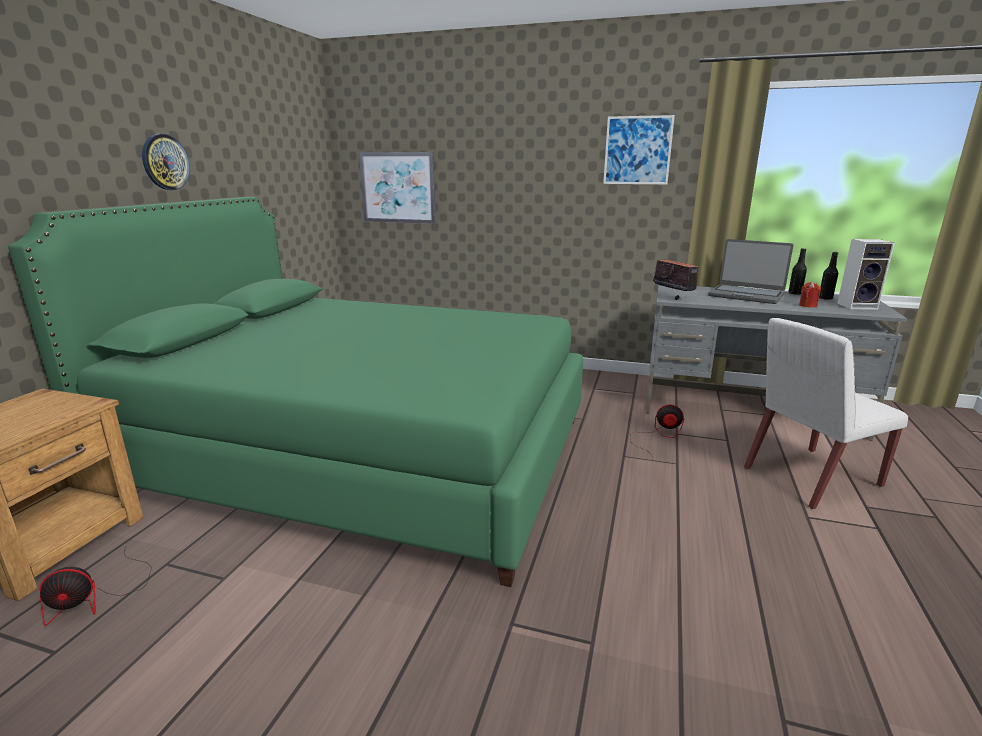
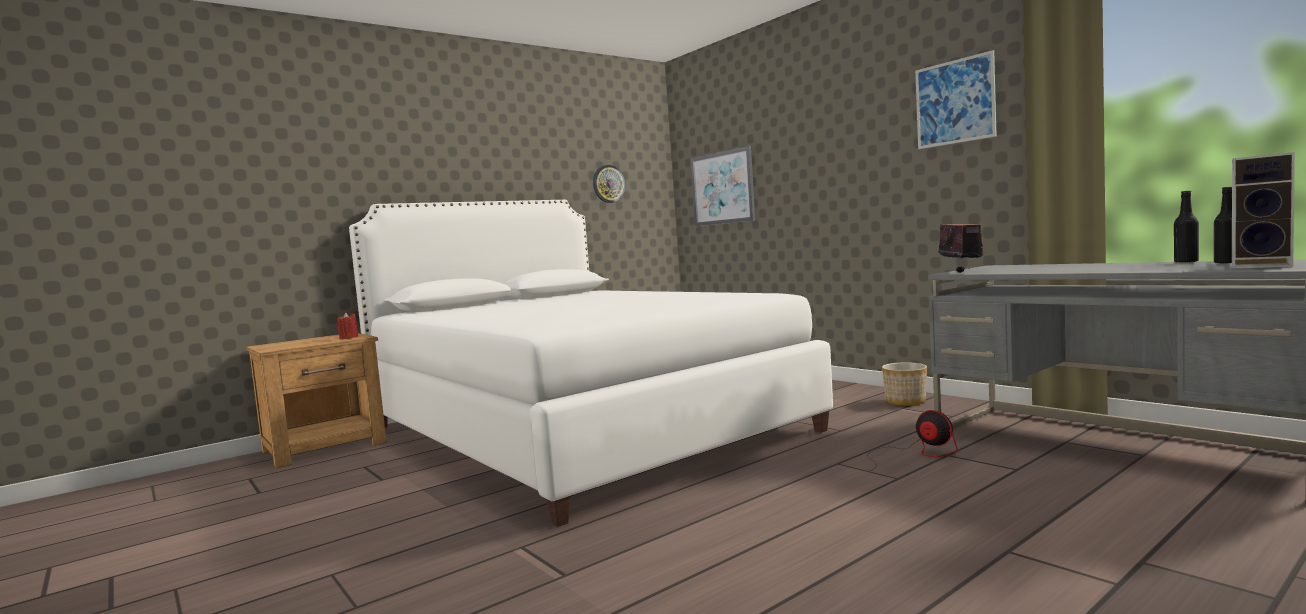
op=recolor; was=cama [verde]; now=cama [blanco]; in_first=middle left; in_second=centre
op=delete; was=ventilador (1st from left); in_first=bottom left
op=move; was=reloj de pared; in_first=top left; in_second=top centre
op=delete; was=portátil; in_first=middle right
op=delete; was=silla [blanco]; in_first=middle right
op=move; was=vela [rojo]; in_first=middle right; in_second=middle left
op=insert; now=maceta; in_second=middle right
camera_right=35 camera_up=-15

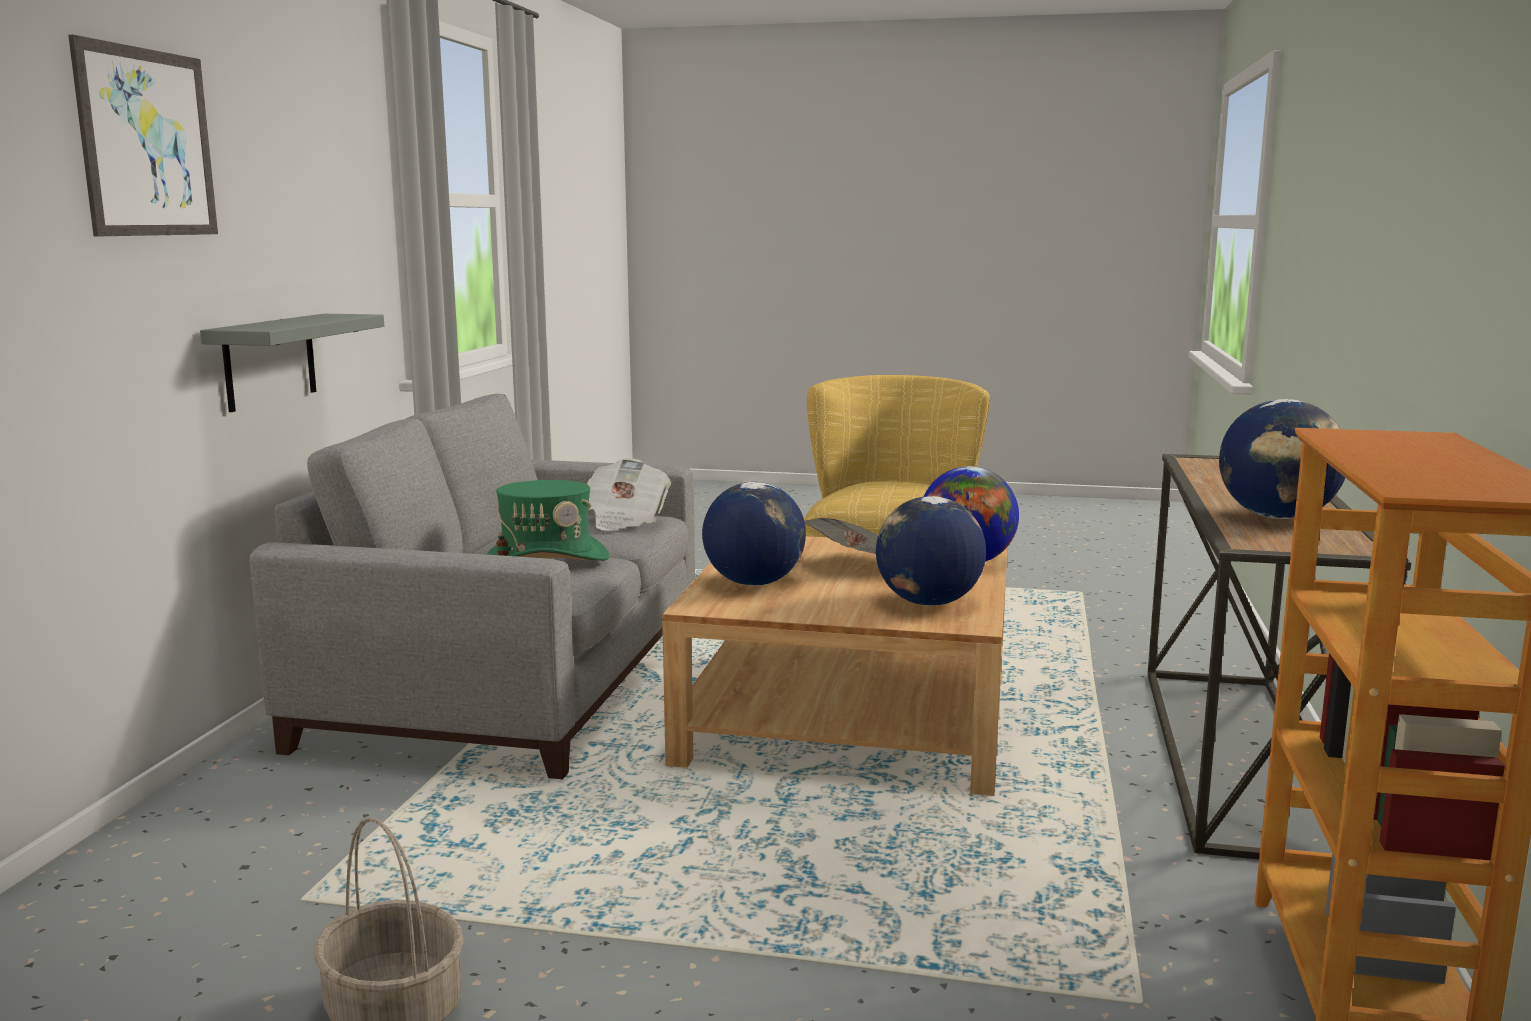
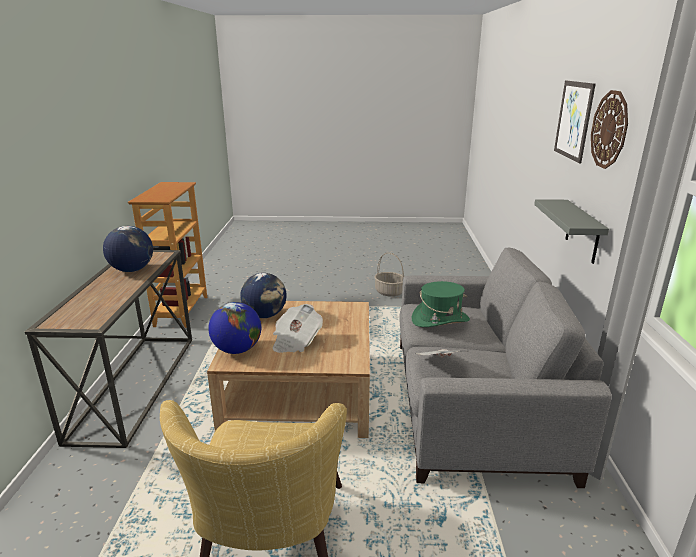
op=delete; was=globo terráqueo (1st from left); in_first=centre
op=insert; now=reloj de pared; in_second=top right
camera_right=170 camera_up=10

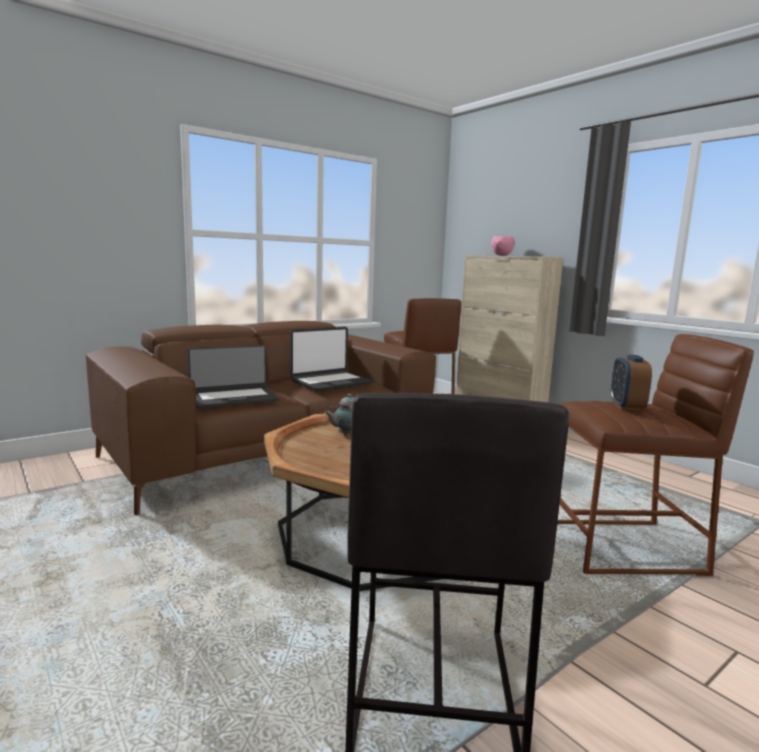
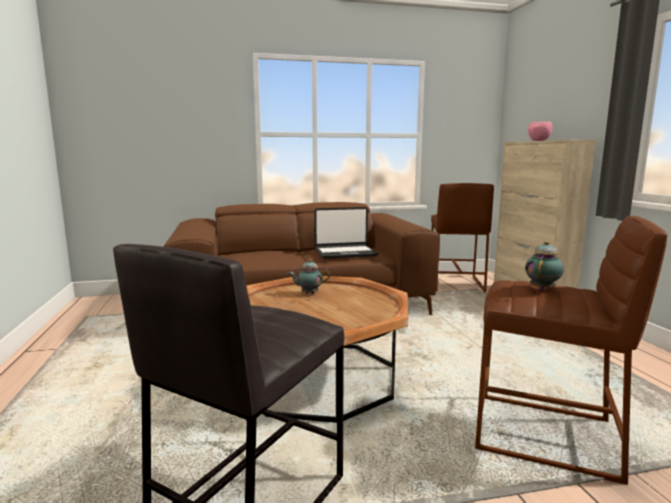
op=delete; was=portátil (1st from left); in_first=middle left
op=replace; was=despertador; now=tetera (2nd from left); in_first=middle right; in_second=middle right
camera_right=25 camera_up=0

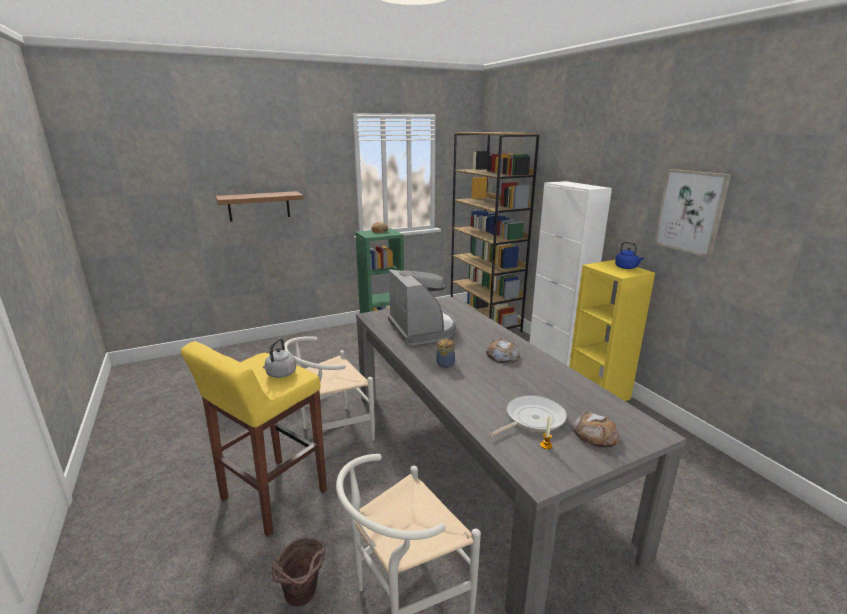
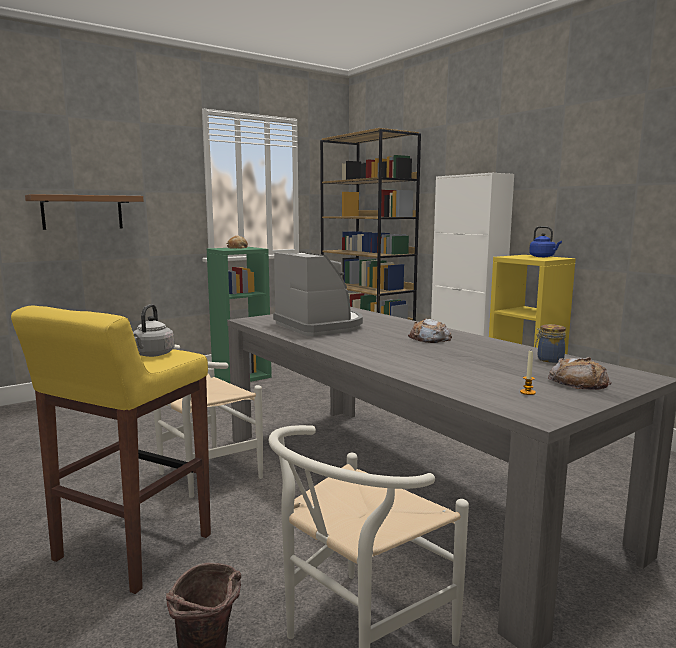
op=move; was=tarro; in_first=centre; in_second=middle right
op=delete; was=sartén; in_first=bottom centre
op=delete; was=cuadro; in_first=middle right
camera_right=-10 camera_up=-10

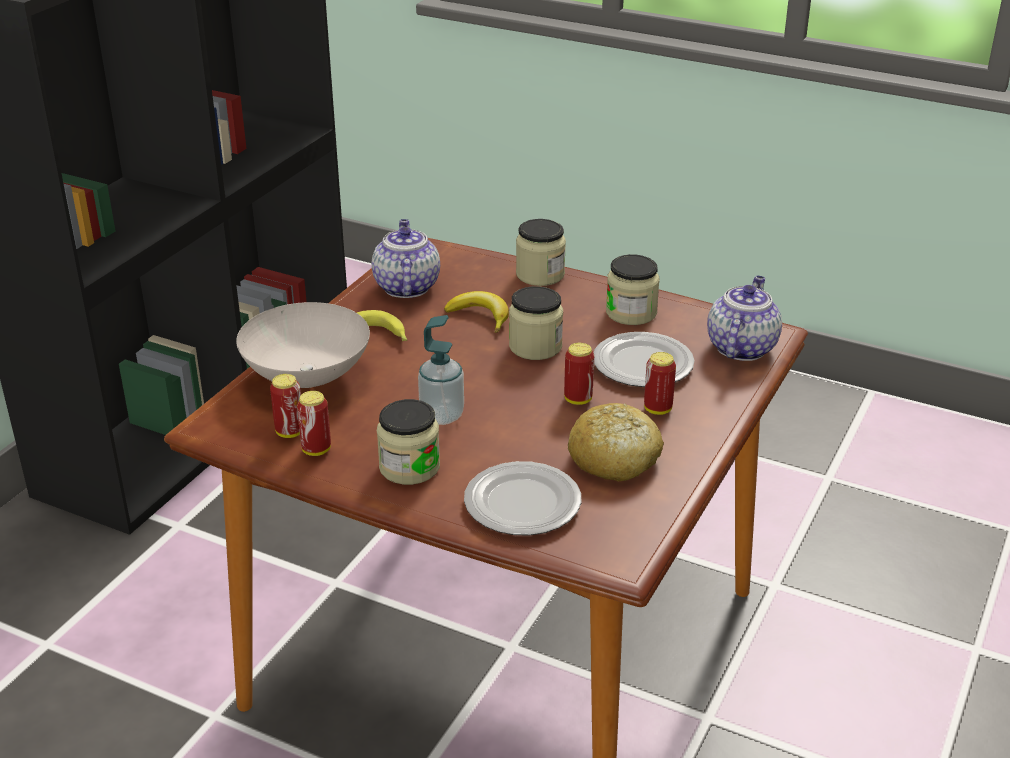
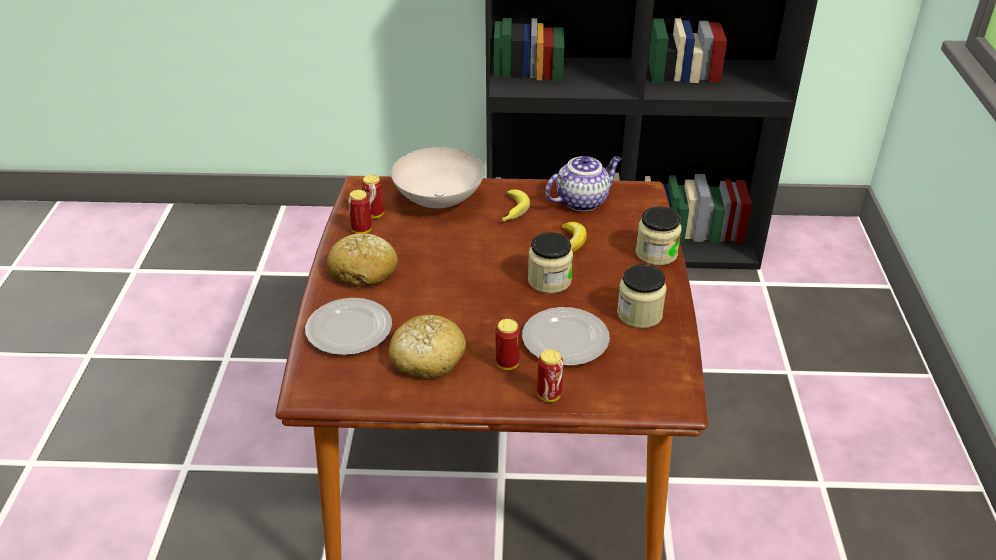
op=replace; was=tarro (1st from left); now=pan (1st from left); in_first=centre; in_second=centre
op=delete; was=dispensador de jabón; in_first=centre
op=move; was=lata (3rd from left in the first image); now=lata (4th from left); in_first=centre; in_second=bottom centre
op=delete; was=tetera (2nd from left); in_first=middle right
camera_right=65 camera_up=5

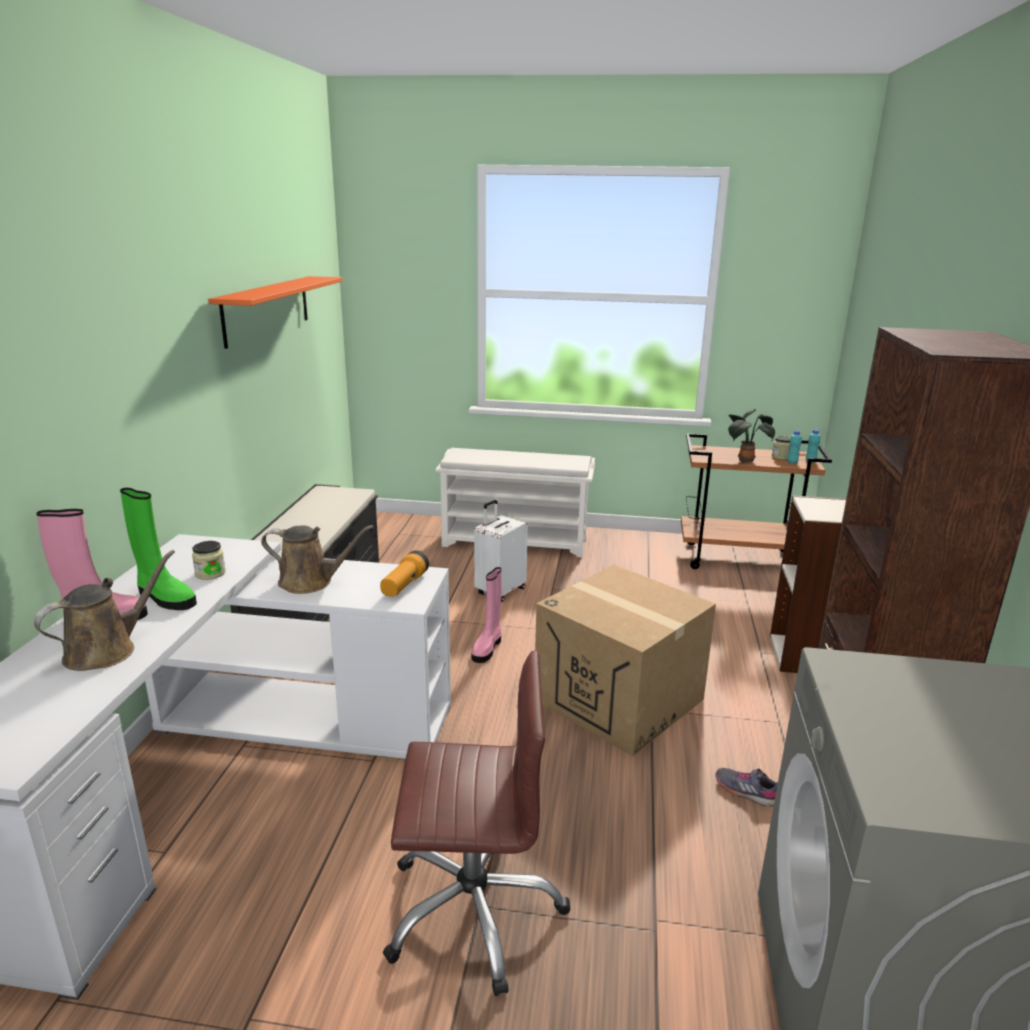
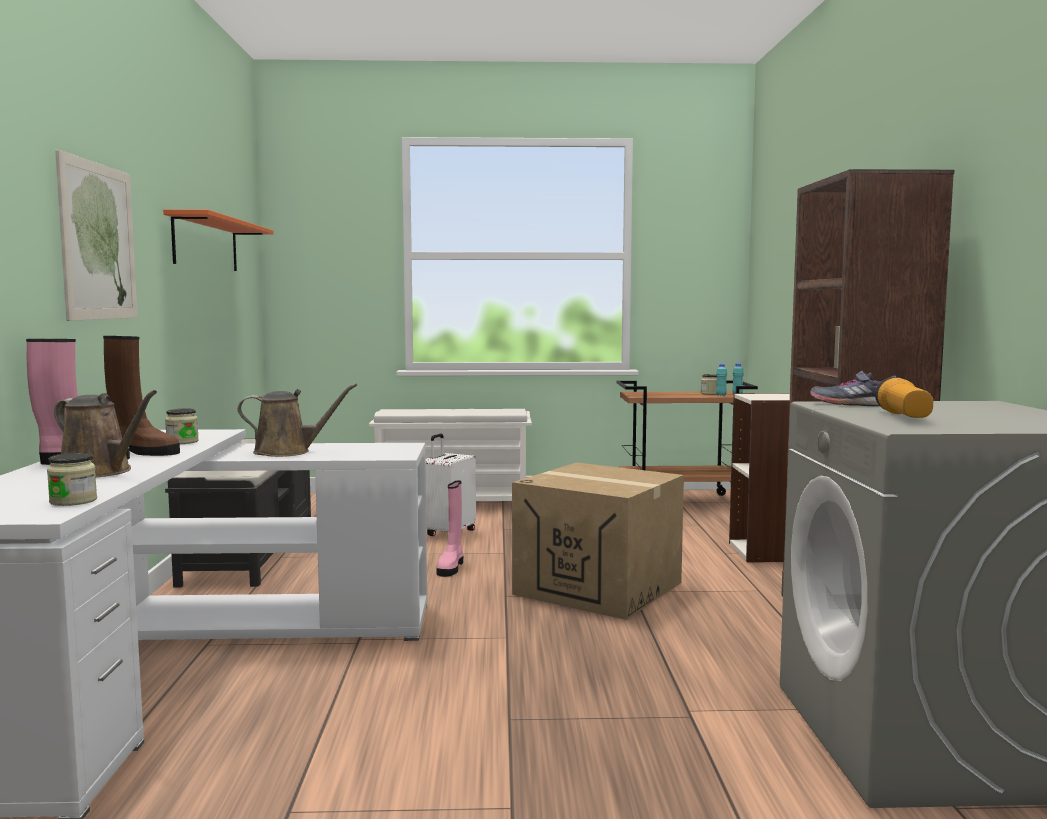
op=rotate; was=regadera [marrón] (1st from left); in_first=middle left; in_second=middle left; clockwise=90
op=recolor; was=bota [verde]; now=bota [marrón]; in_first=middle left; in_second=middle left
op=move; was=linterna; in_first=centre; in_second=middle right
op=delete; was=silla de oficina [marrón]; in_first=bottom centre
op=move; was=zapato [gris]; in_first=bottom right; in_second=middle right
op=delete; was=planta en maceta; in_first=middle right
op=insert; now=tarro (1st from left); in_second=middle left
op=insert; now=cuadro; in_second=top left
camera_right=-10 camera_up=-15

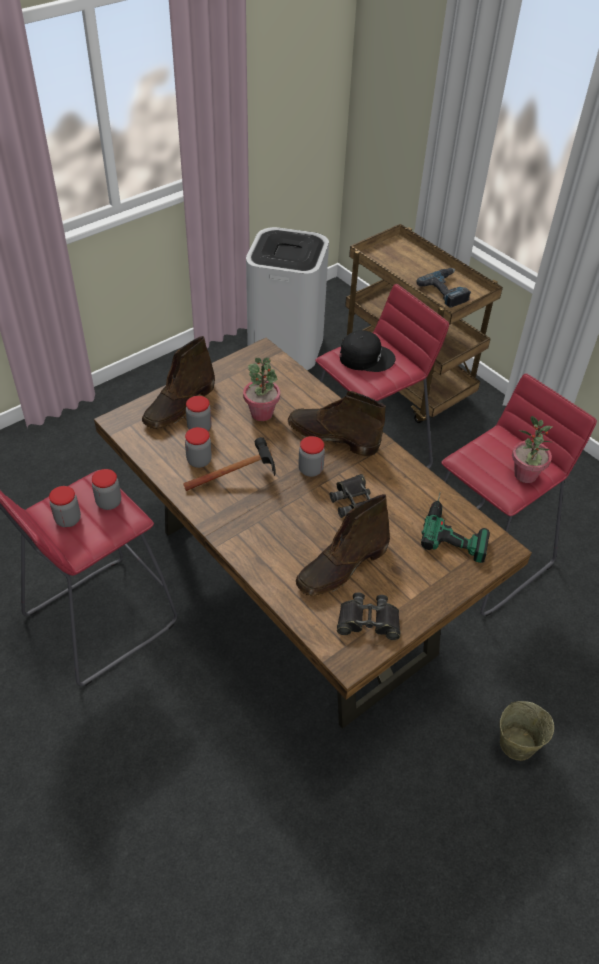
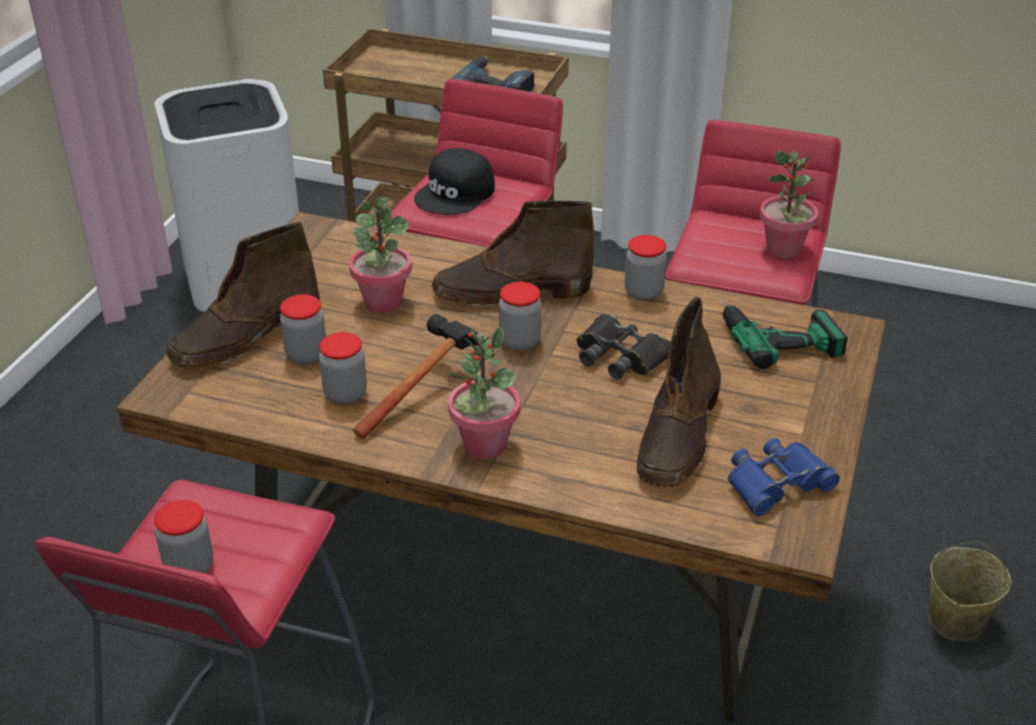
op=move; was=tarro (2nd from left in the first image); now=tarro (5th from left); in_first=middle left; in_second=centre
op=rotate; was=bota [marrón] (1st from left); in_first=middle left; in_second=middle left; clockwise=45
op=recolor; was=prismáticos [negro] (2nd from left); now=prismáticos [azul]; in_first=centre; in_second=middle right
op=rotate; was=gorra [negro]; in_first=centre; in_second=top centre; clockwise=150
op=insert; now=planta en maceta (2nd from left); in_second=centre
camera_right=-30 camera_up=-10

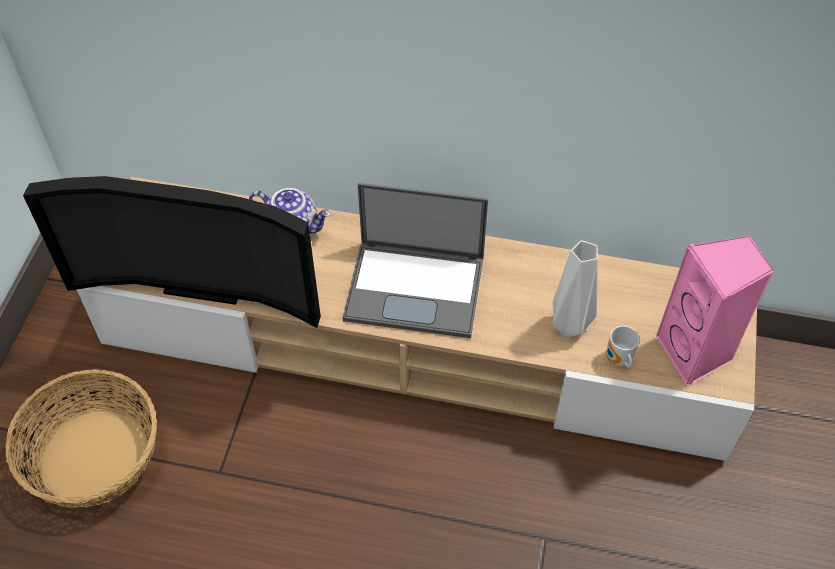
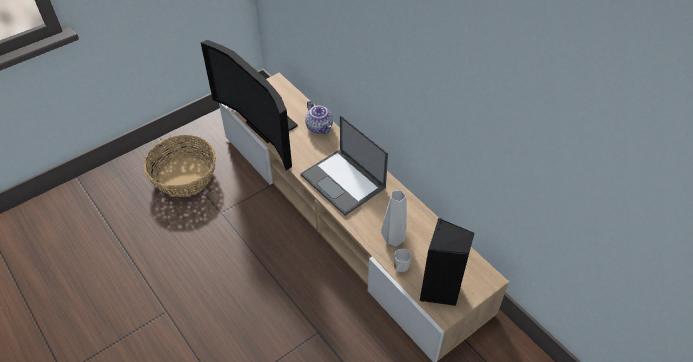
op=recolor; was=altavoz [rosa]; now=altavoz [negro]; in_first=middle right; in_second=bottom centre
camera_right=40 camera_up=-5

